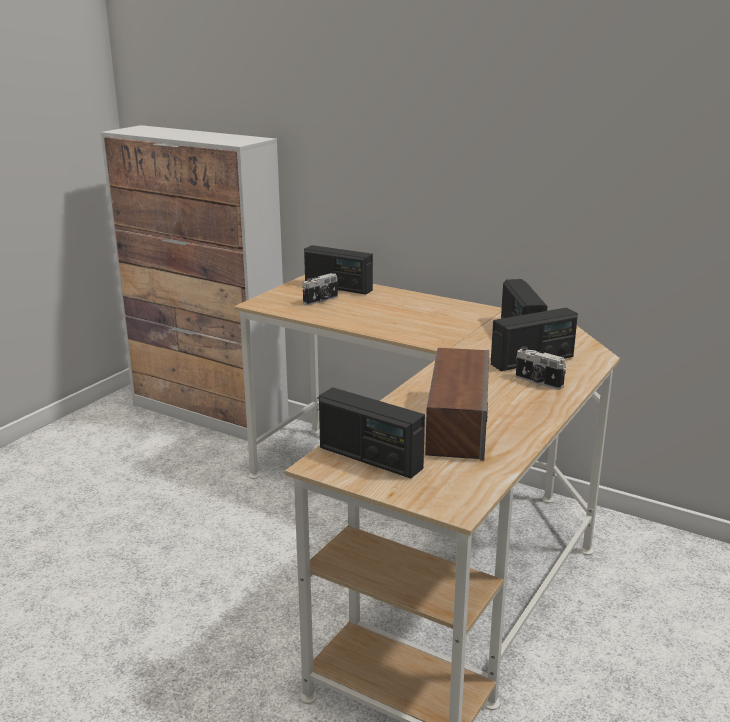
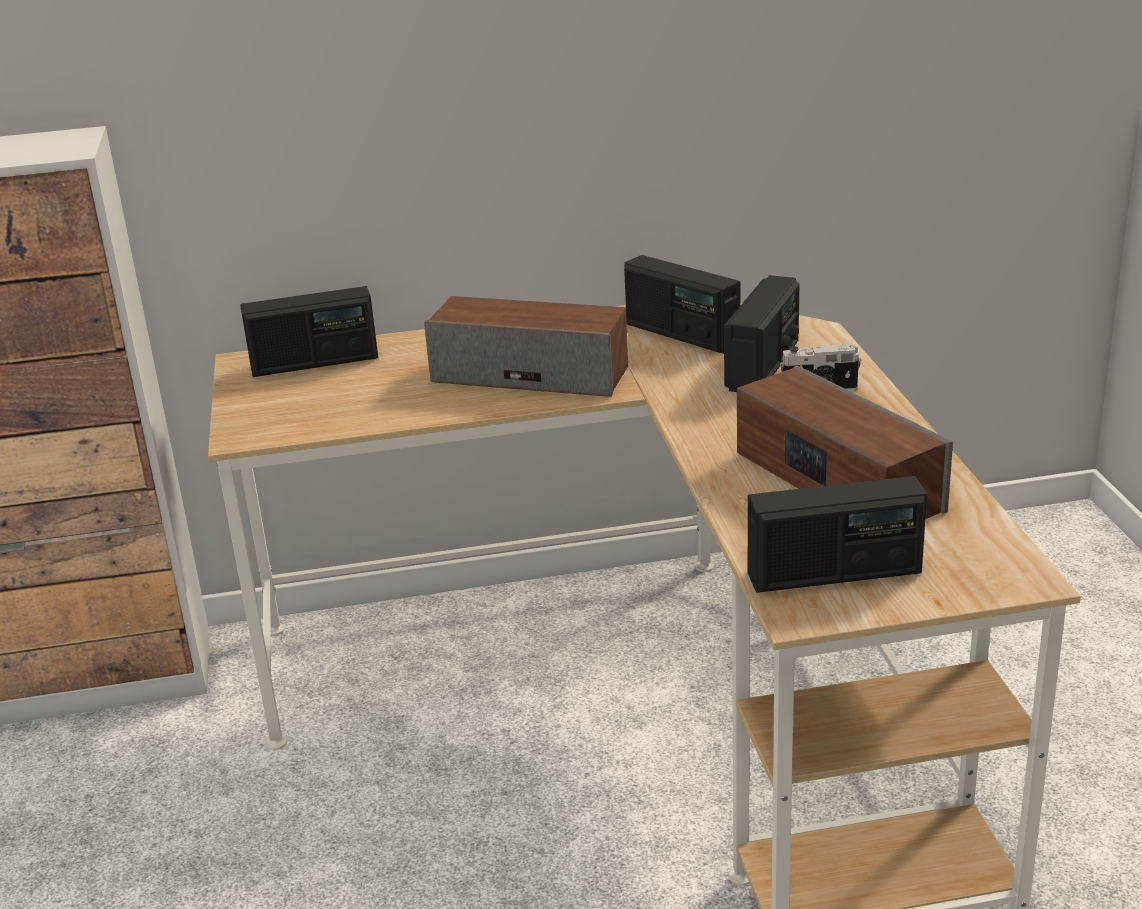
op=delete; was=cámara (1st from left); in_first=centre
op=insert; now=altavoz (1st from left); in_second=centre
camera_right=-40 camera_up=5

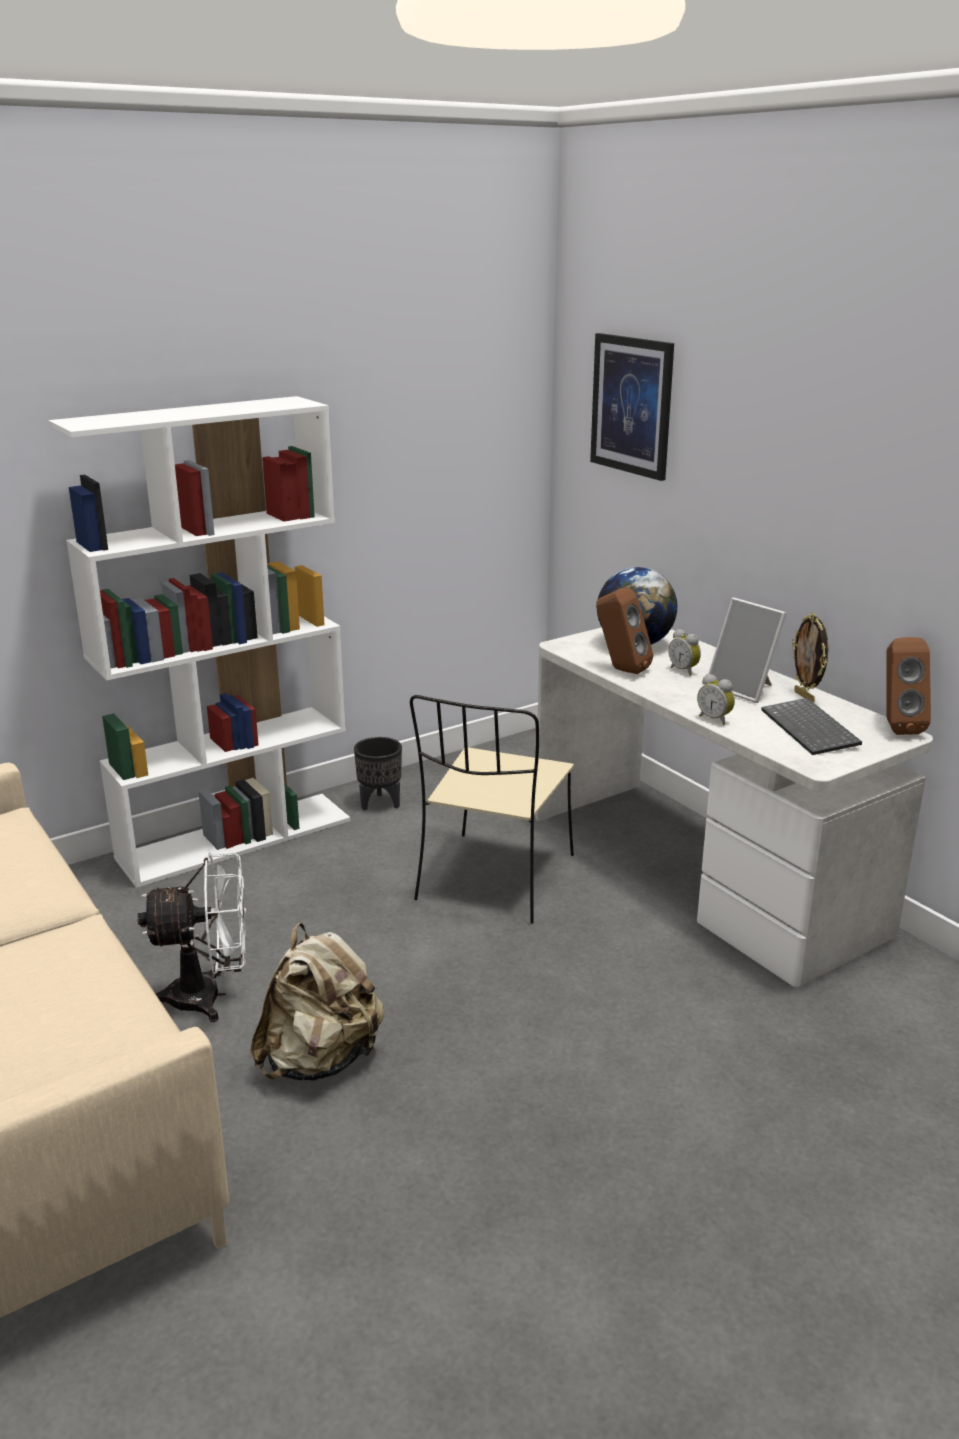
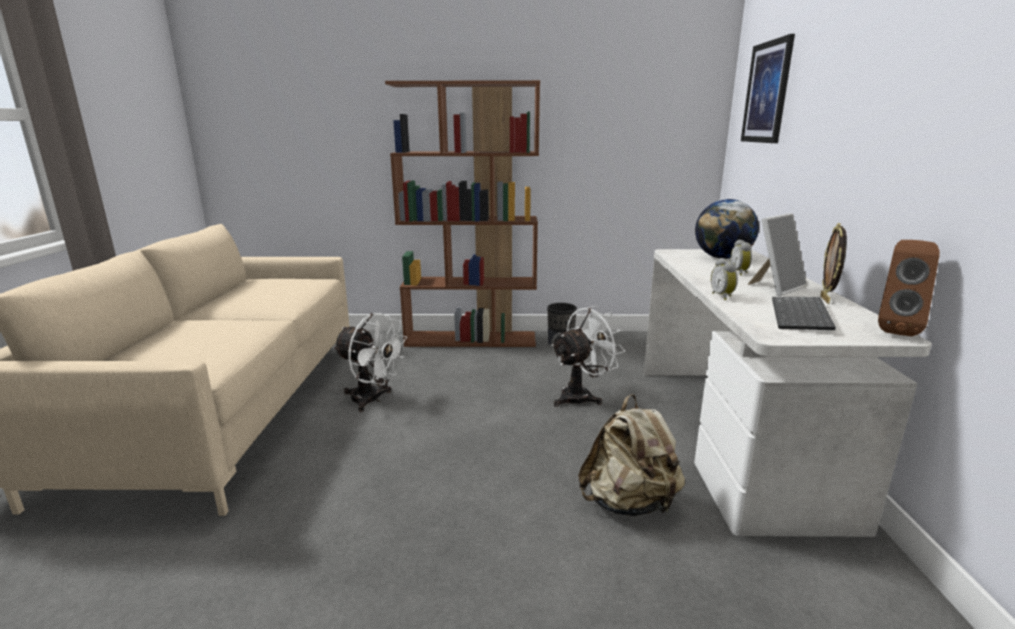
op=recolor; was=estantería [blanco]; now=estantería [marrón]; in_first=middle left; in_second=centre
op=move; was=mochila [beis]; in_first=bottom left; in_second=bottom centre
op=replace; was=silla [beis]; now=ventilador [blanco] (2nd from left); in_first=centre; in_second=centre
op=delete; was=altavoz [marrón] (1st from left); in_first=centre
op=rotate; was=portarretratos (1st from left); in_first=middle right; in_second=middle right; clockwise=-120
camera_right=35 camera_up=-5

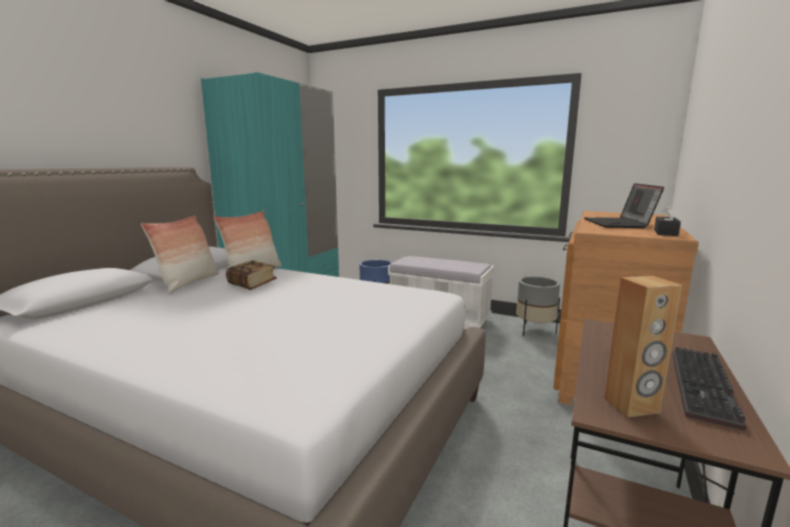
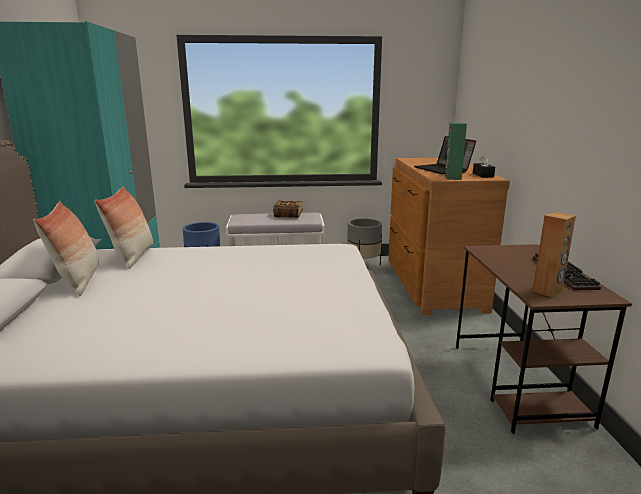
op=move; was=libro; in_first=middle left; in_second=centre
op=insert; now=altavoz [verde]; in_second=top right
camera_right=-30 camera_up=5

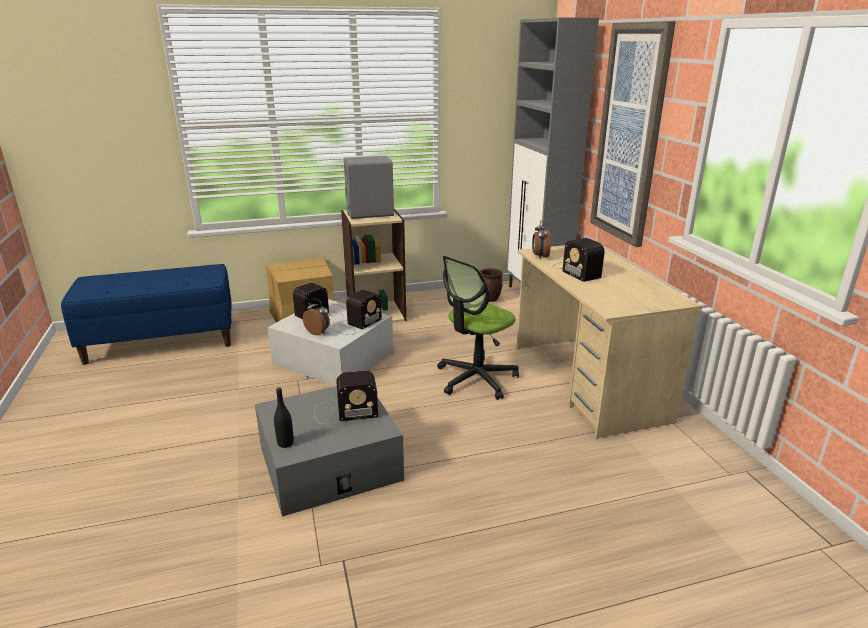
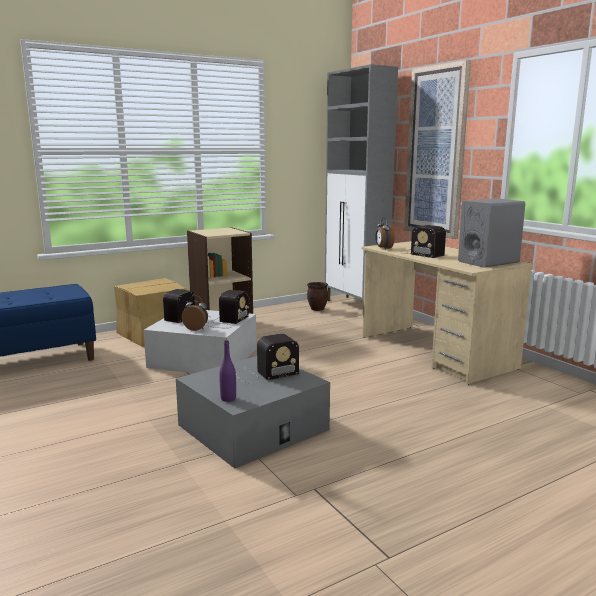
op=recolor; was=botella [negro]; now=botella [morado]; in_first=middle left; in_second=centre
op=move; was=altavoz [gris]; in_first=top centre; in_second=middle right
op=delete; was=silla de oficina; in_first=centre
camera_right=-15 camera_up=-10

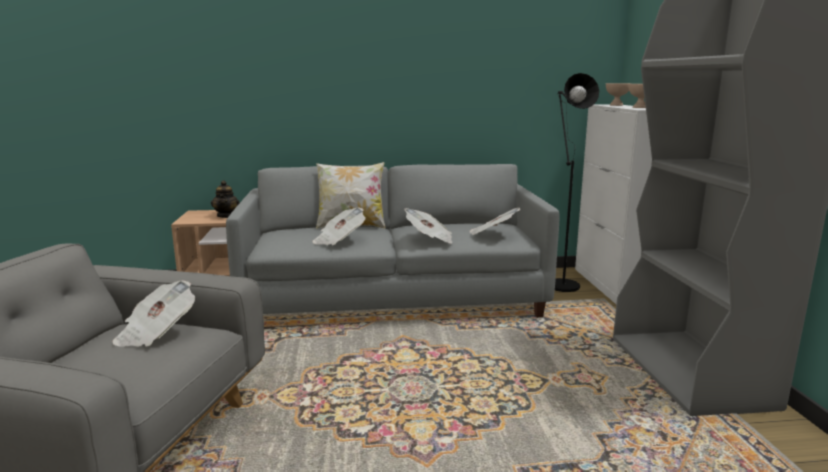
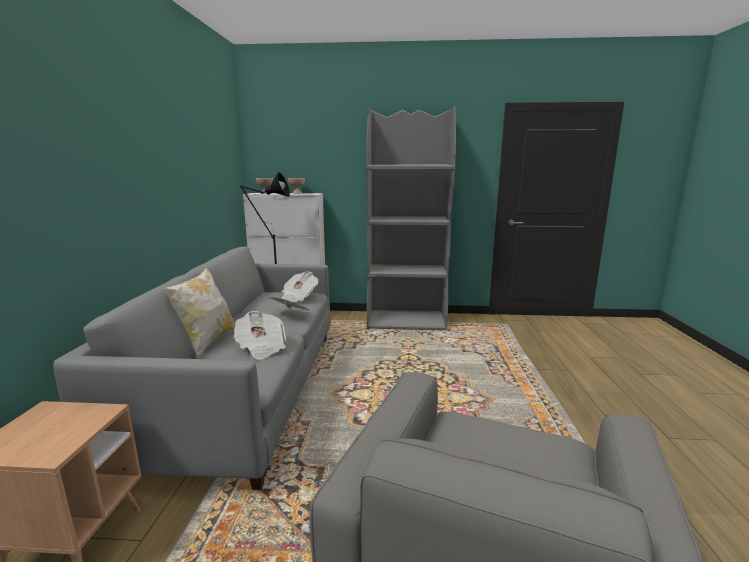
op=delete; was=periódico (1st from left); in_first=middle left
op=delete; was=tetera; in_first=middle left
camera_right=-80 camera_up=0

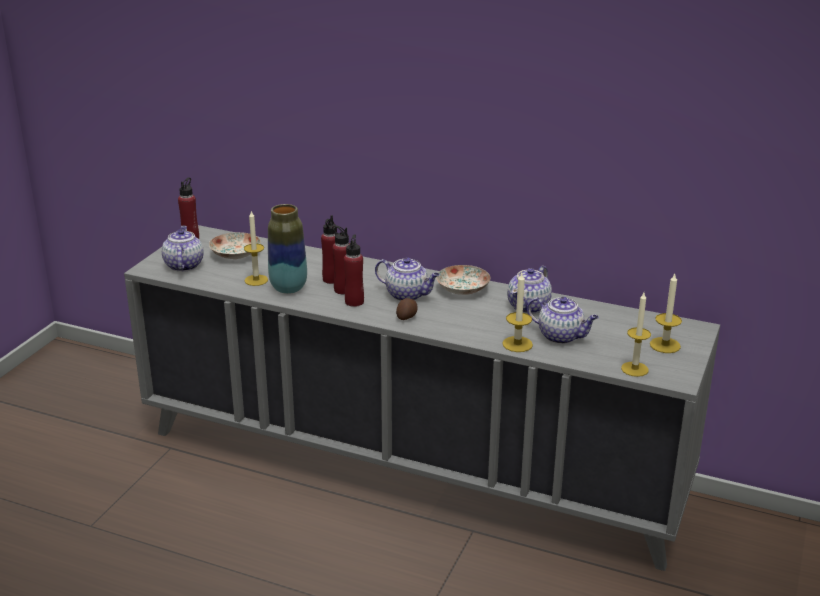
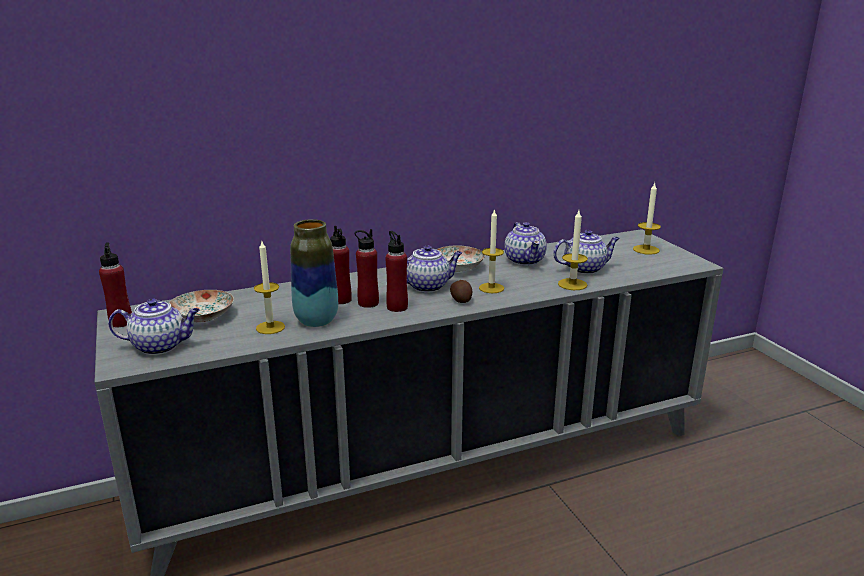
op=rotate; was=tetera (1st from left); in_first=middle left; in_second=middle left; clockwise=135
op=move; was=vela (3rd from left in the first image); now=vela (2nd from left); in_first=middle right; in_second=centre
camera_right=-45 camera_up=-5

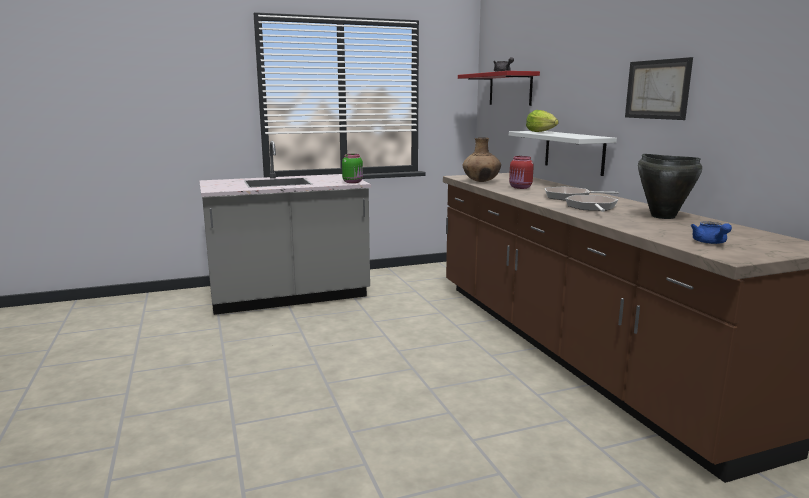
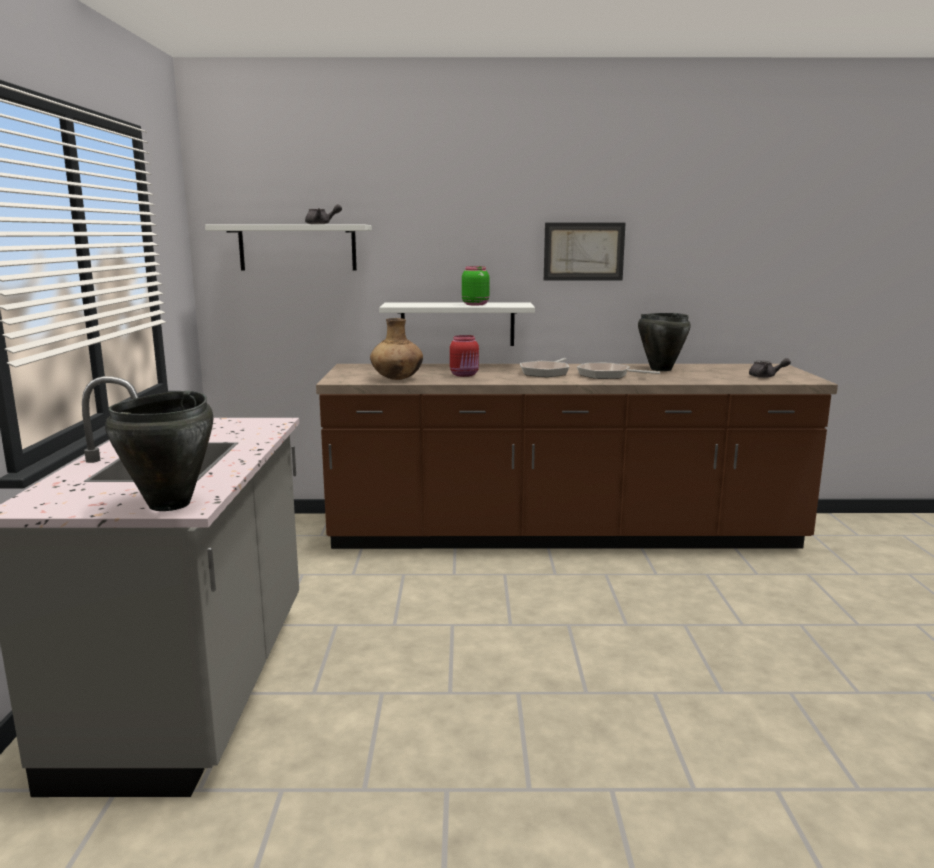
op=move; was=tarro [verde]; in_first=centre; in_second=top centre
op=recolor; was=estante [rojo]; now=estante [blanco] (1st from left); in_first=top centre; in_second=top left
op=delete; was=lechuga; in_first=top right
op=recolor; was=tetera [azul]; now=tetera [gris] (2nd from left); in_first=middle right; in_second=middle right
op=insert; now=olla [negro] (1st from left); in_second=middle left
camera_right=-70 camera_up=0

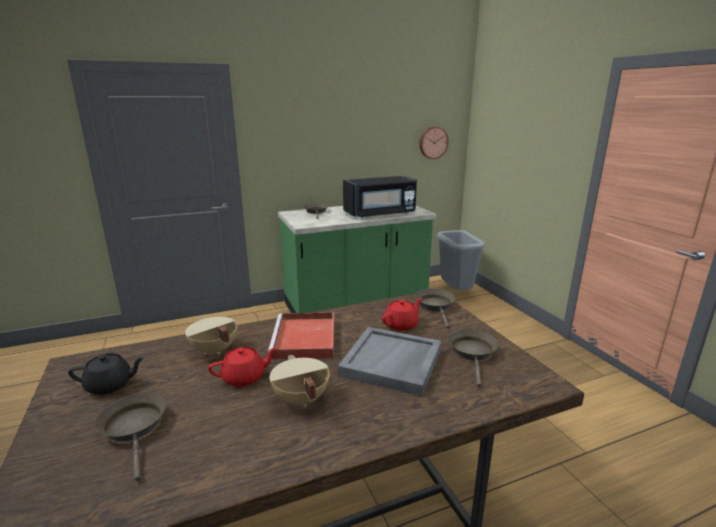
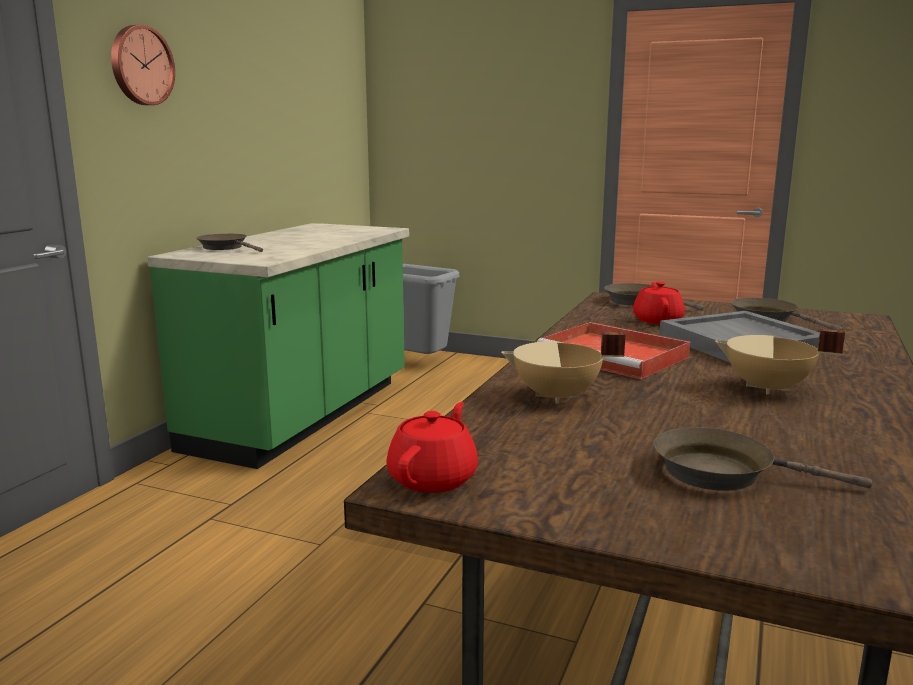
op=delete; was=tetera [negro]; in_first=bottom left
op=move; was=tetera [rojo] (1st from left); in_first=bottom centre; in_second=centre
op=delete; was=microondas [negro]; in_first=centre
op=move; was=reloj de pared; in_first=top centre; in_second=top left
camera_right=-45 camera_up=-5

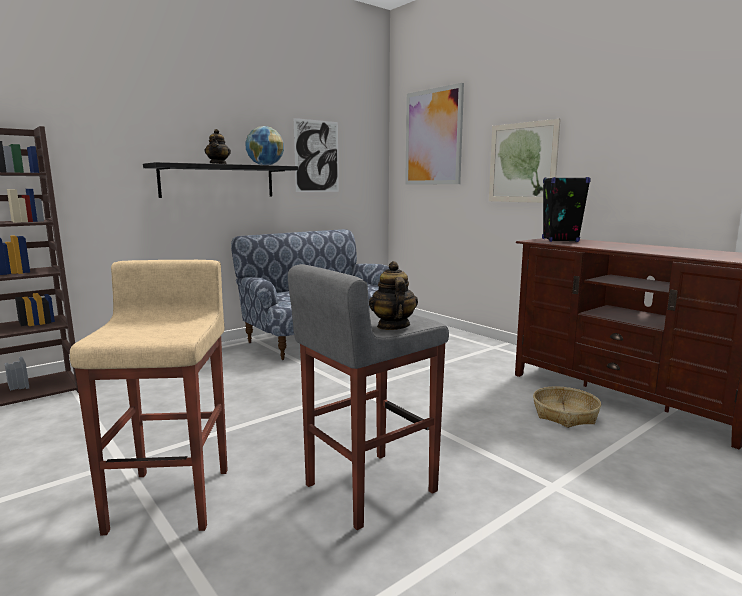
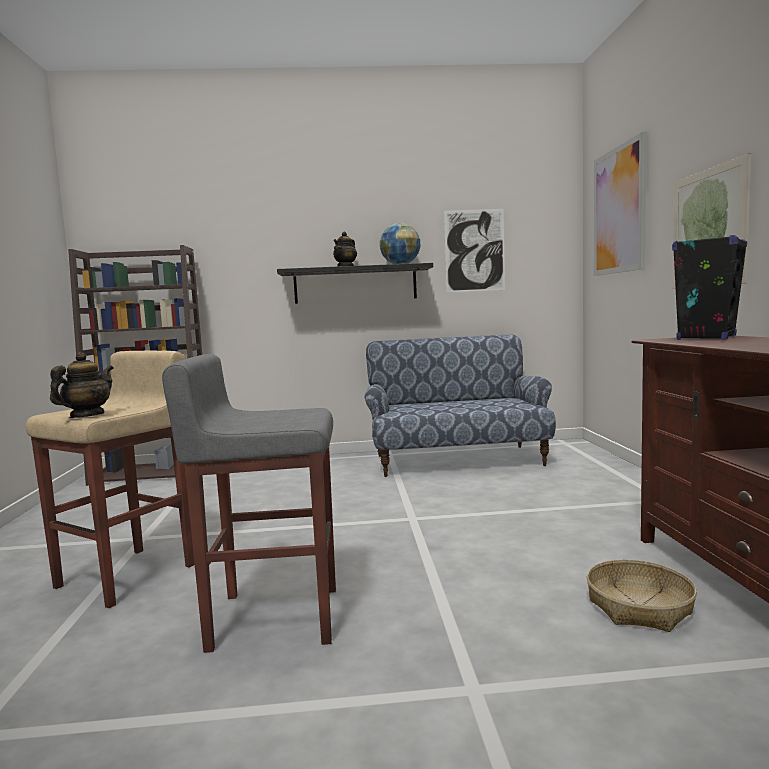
op=move; was=tetera (2nd from left in the first image); now=tetera (1st from left); in_first=centre; in_second=middle left
camera_right=35 camera_up=-5

